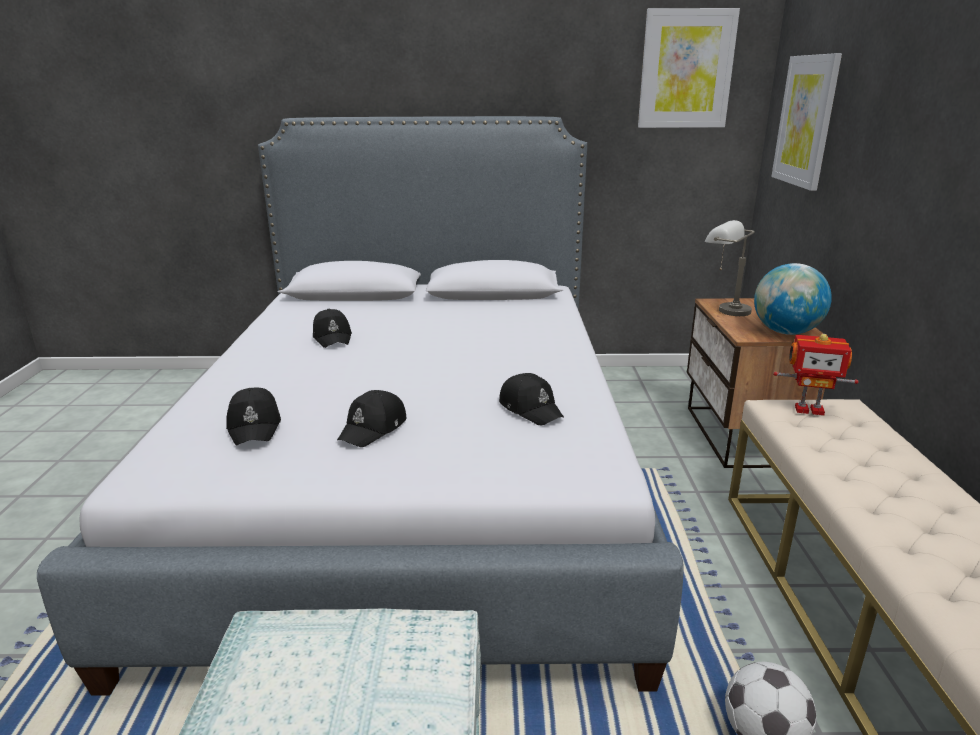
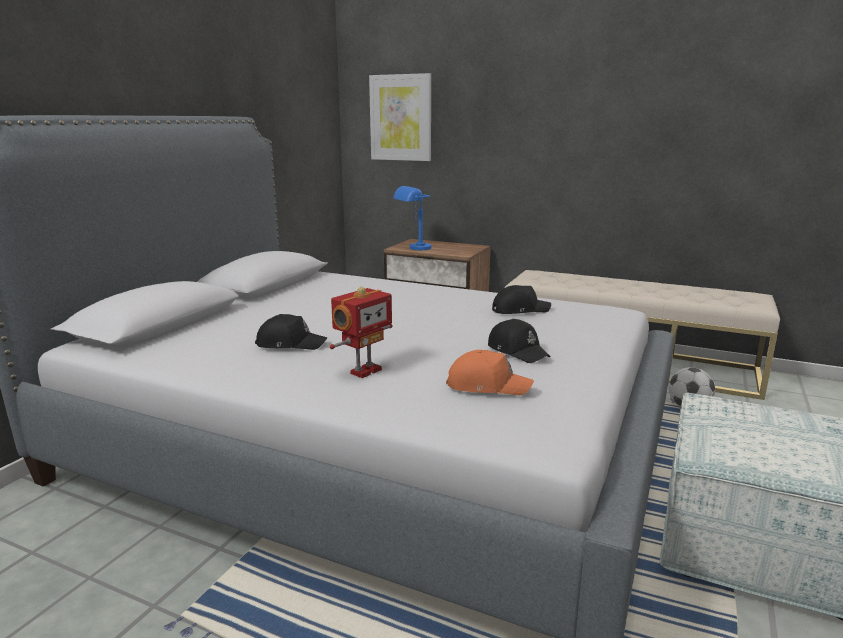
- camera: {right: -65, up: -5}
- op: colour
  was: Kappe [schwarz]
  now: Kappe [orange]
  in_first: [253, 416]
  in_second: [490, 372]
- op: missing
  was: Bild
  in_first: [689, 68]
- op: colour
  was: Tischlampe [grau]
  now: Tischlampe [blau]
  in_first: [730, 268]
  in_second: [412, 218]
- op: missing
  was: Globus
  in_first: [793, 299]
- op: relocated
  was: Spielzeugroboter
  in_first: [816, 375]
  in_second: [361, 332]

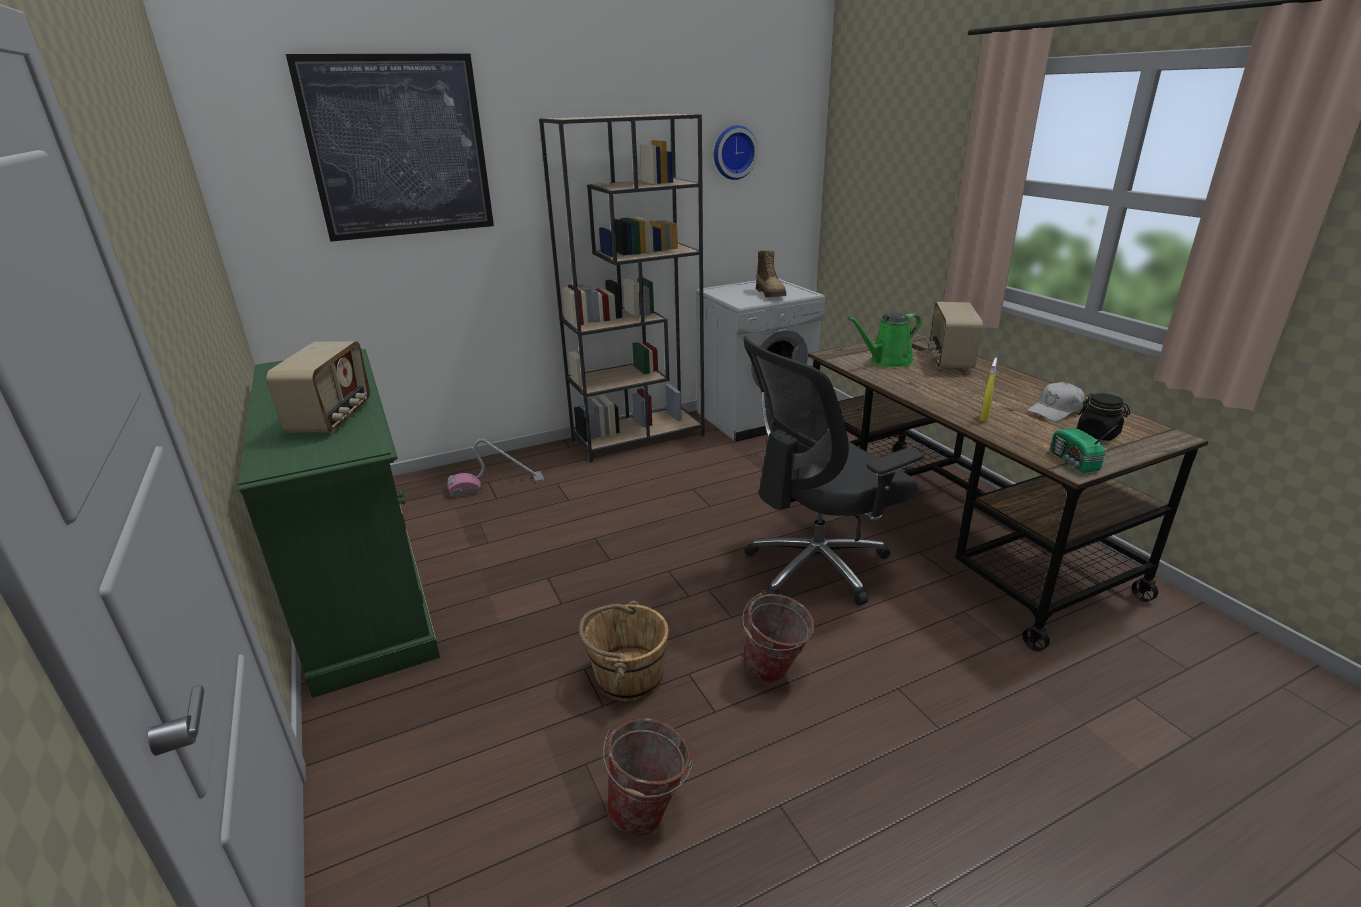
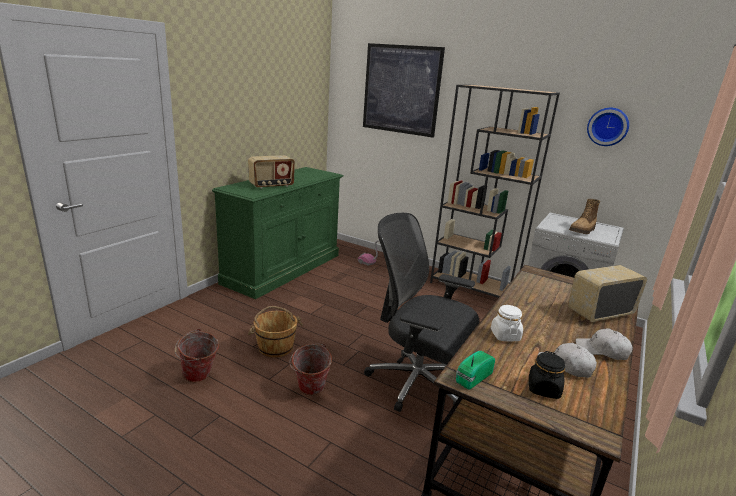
- camera: {right: 55, up: -5}
- op: missing
  was: Gießkanne [grün]
  in_first: [884, 340]
- op: exchanged
  was: Sprühflasche [gelb]
  now: Vorratsglas [weiß]
  in_first: [988, 390]
  in_second: [507, 323]
- op: appeared
  now: Kappe [weiß]
  in_second: [604, 344]

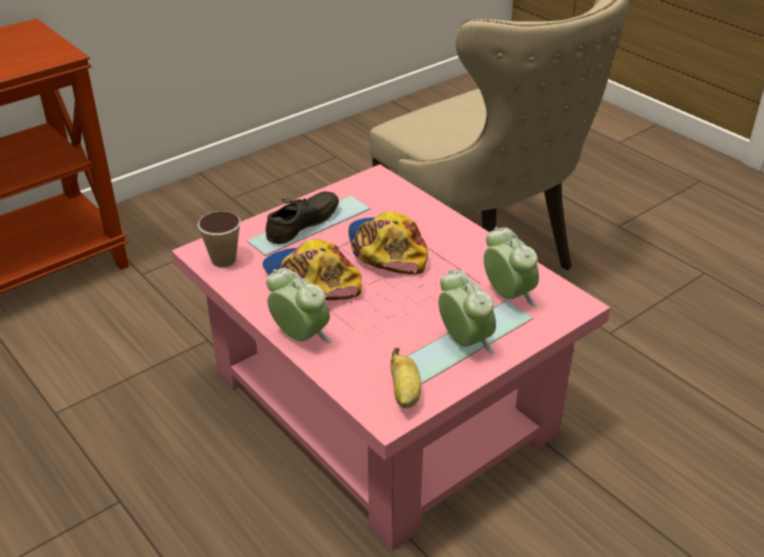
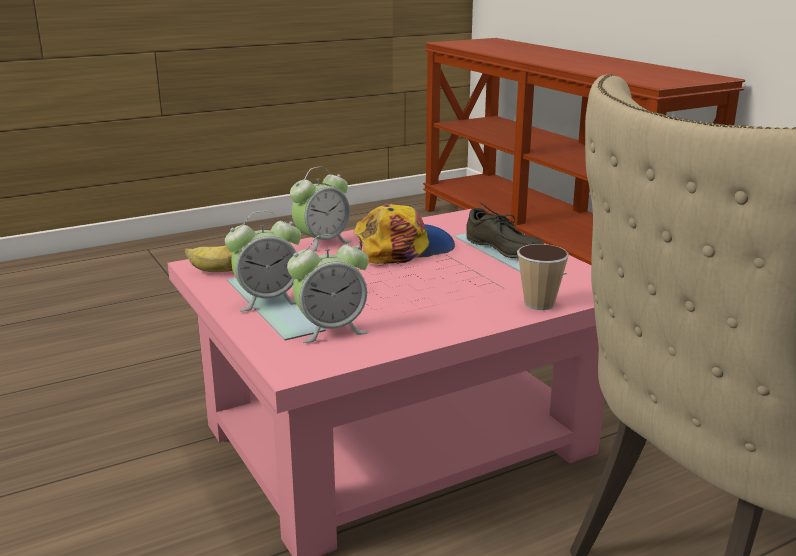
- camera: {right: 100, up: -15}
- op: relocated
  was: Tasse
  in_first: [219, 239]
  in_second: [543, 277]
- op: missing
  was: Kappe
  in_first: [388, 243]

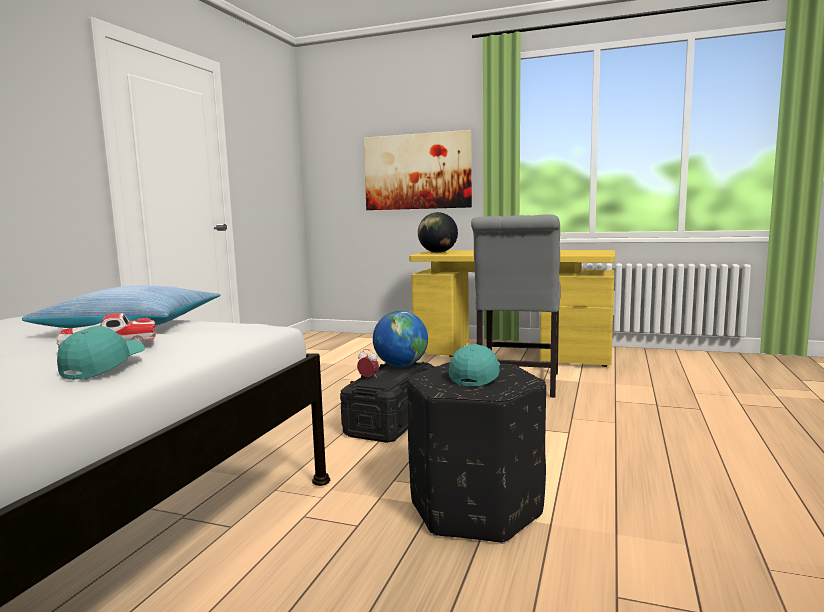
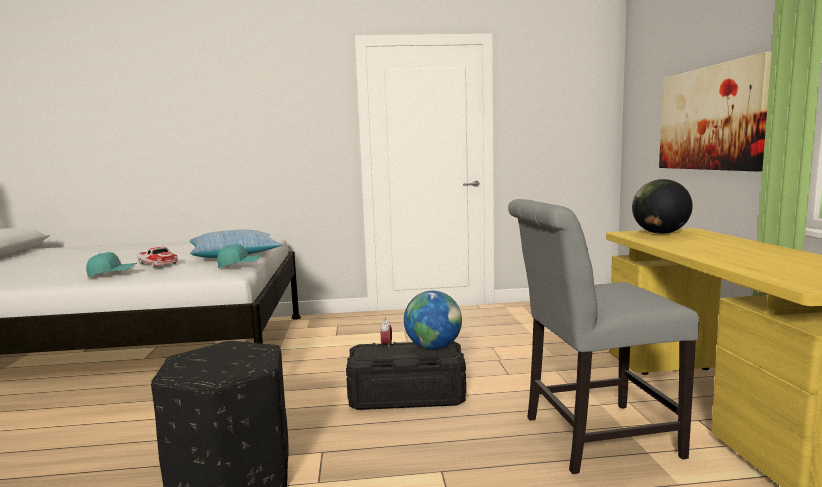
- camera: {right: 65, up: 0}
- op: relocated
  was: Kappe [türkis]
  in_first: [474, 365]
  in_second: [239, 256]

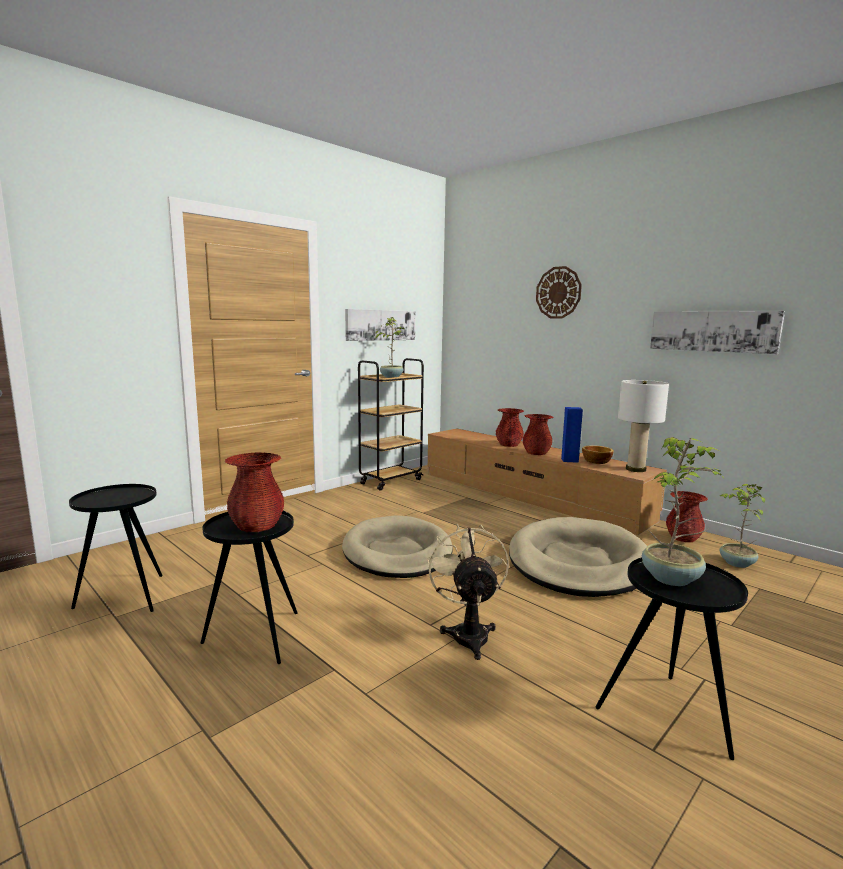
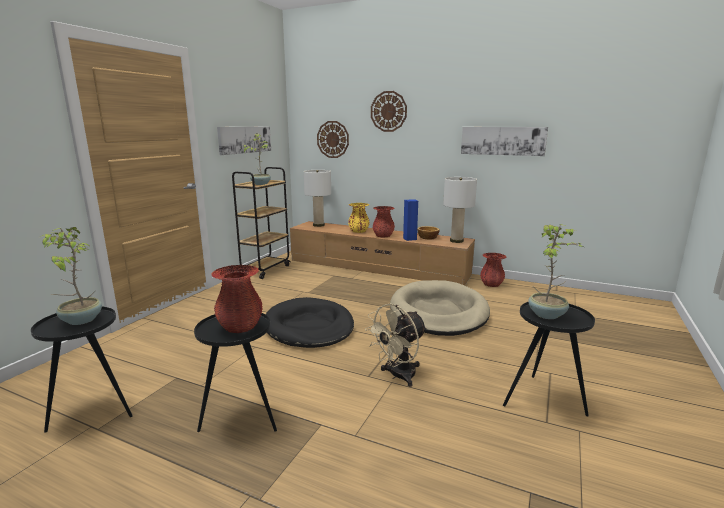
- camera: {right: -20, up: 5}
- op: colour
  was: Hundebett [beige]
  now: Hundebett [schwarz]
  in_first: [397, 546]
  in_second: [310, 322]
- op: spun
  was: Ventilator [beige]
  in_first: [468, 592]
  in_second: [396, 345]
  clockwise: -105
- op: colour
  was: Vase [rot]
  now: Vase [gelb]
  in_first: [510, 427]
  in_second: [359, 218]
- op: relocated
  was: Topfpflanze
  in_first: [742, 526]
  in_second: [71, 276]
- op: appeared
  now: Tischlampe [weiß]
  in_second: [317, 198]
- op: appeared
  now: Wanduhr
  in_second: [333, 139]

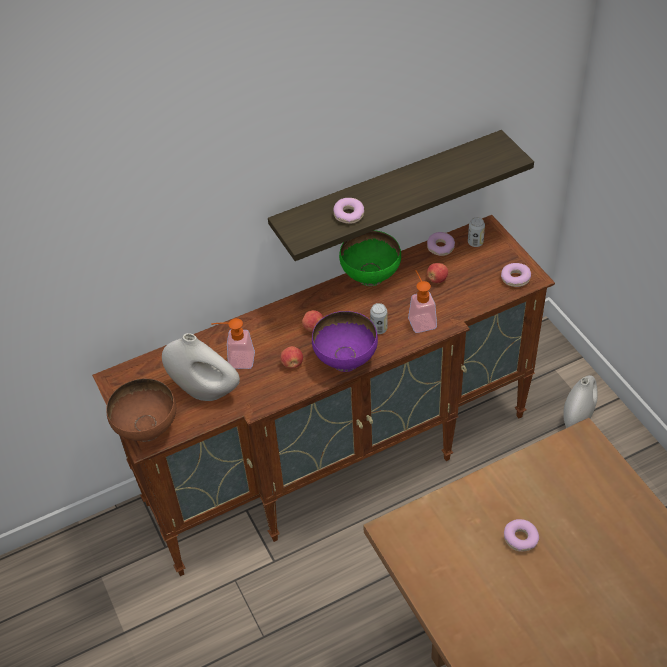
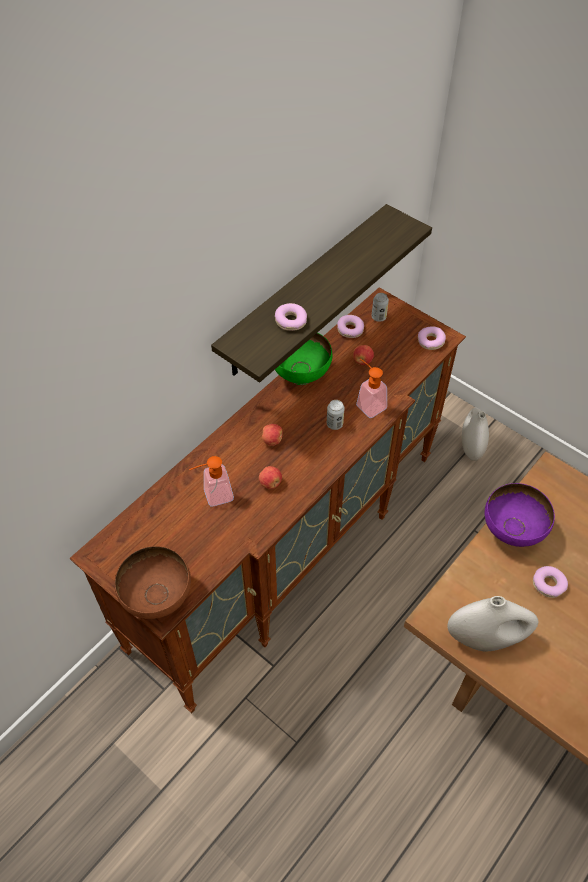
- camera: {right: -25, up: 5}
- op: relocated
  was: Vase [weiß]
  in_first: [201, 367]
  in_second: [493, 623]
- op: relocated
  was: Schüssel [lila]
  in_first: [345, 341]
  in_second: [520, 515]

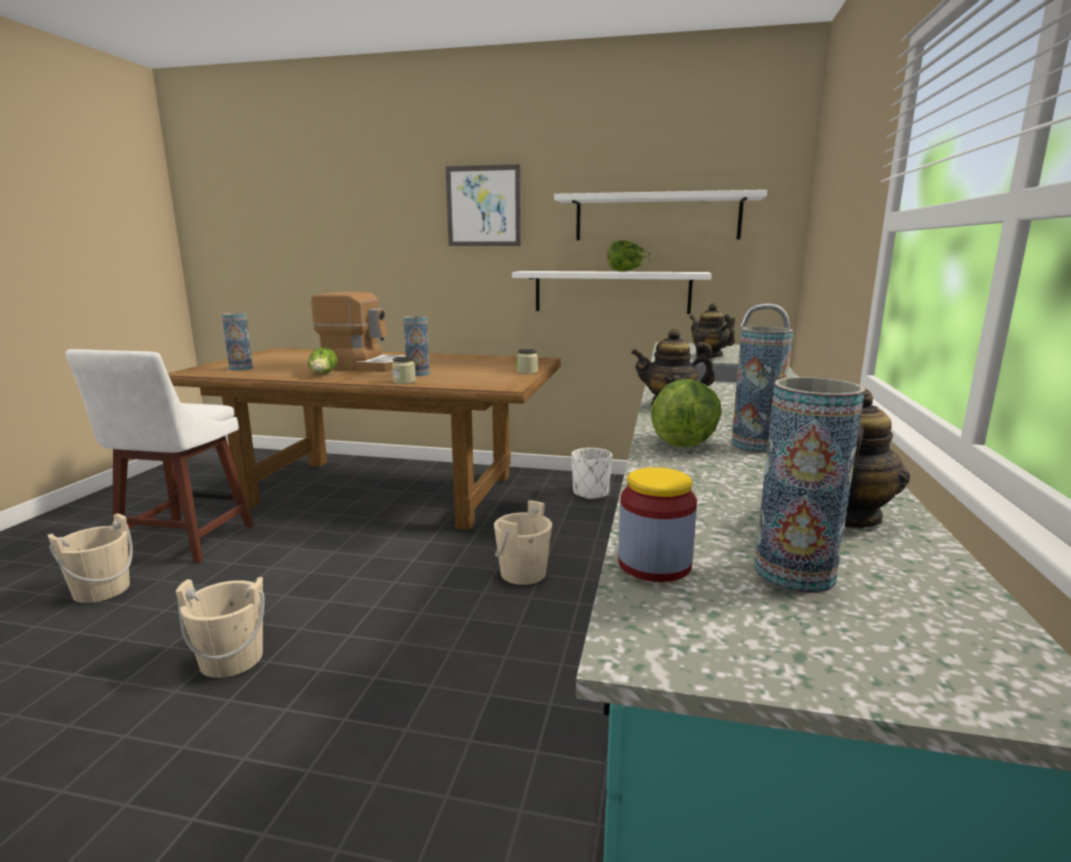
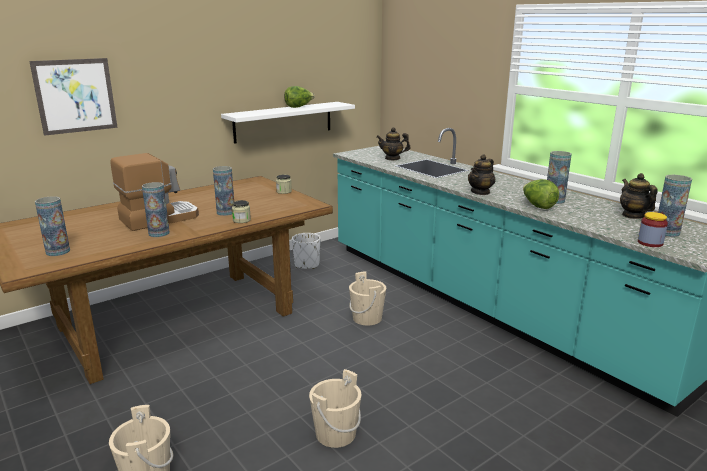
- camera: {right: -50, up: 5}
- op: missing
  was: Stuhl [weiß]
  in_first: [160, 456]
- op: exchanged
  was: Salatkopf
  now: Vase
  in_first: [322, 360]
  in_second: [156, 209]
- op: relocated
  was: Bild
  in_first: [483, 205]
  in_second: [73, 97]
- op: missing
  was: Wandregal [weiß]
  in_first: [660, 215]

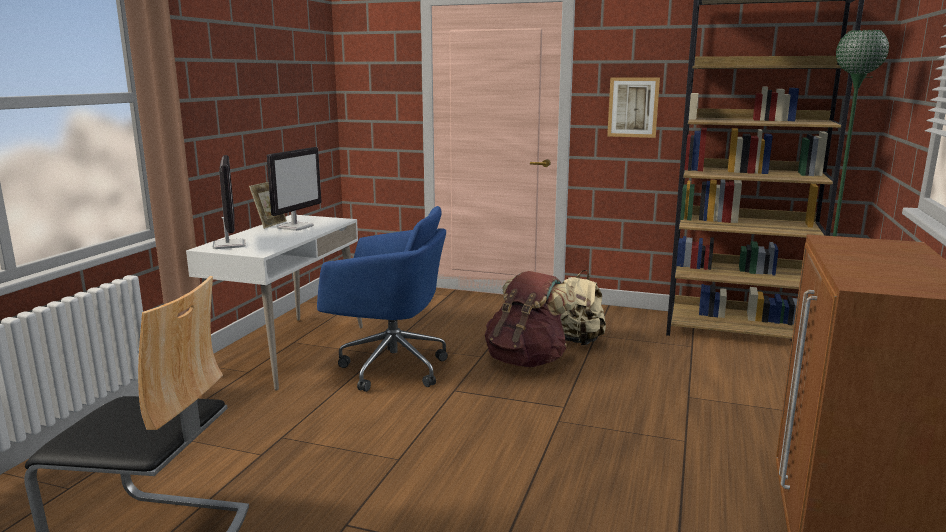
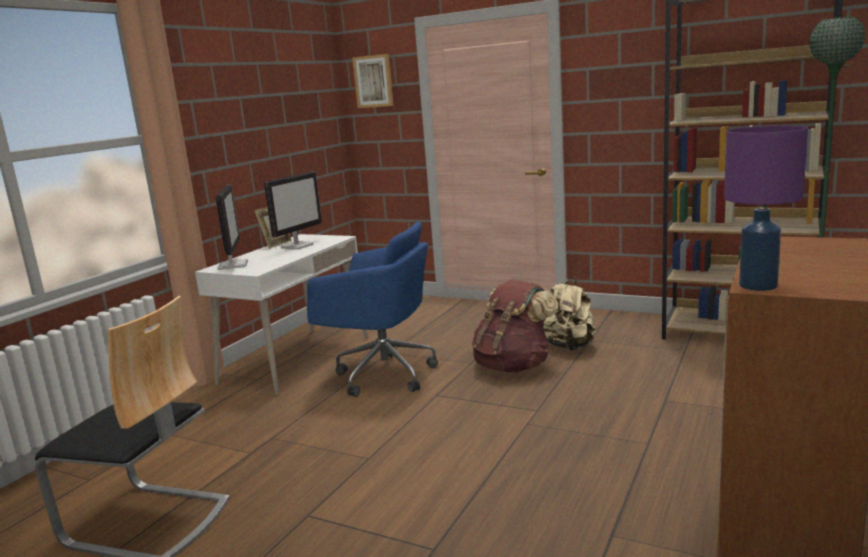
- camera: {right: 10, up: 0}
- op: relocated
  was: Bild
  in_first: [633, 107]
  in_second: [373, 81]
- op: appeared
  now: Tischlampe [lila]
  in_second: [766, 208]

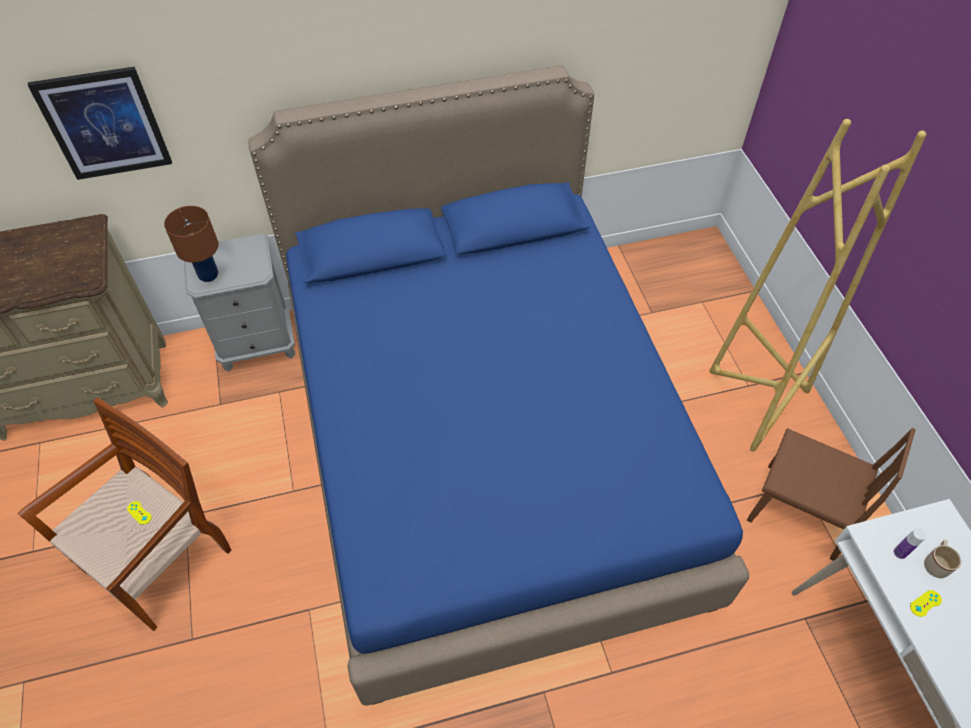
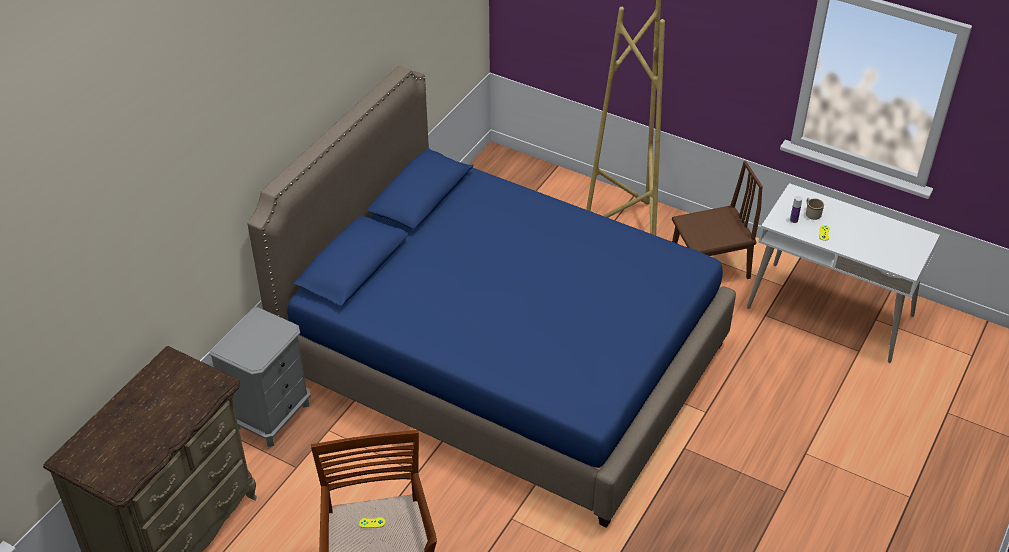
- camera: {right: -45, up: -10}
- op: missing
  was: Bild
  in_first: [100, 123]
- op: missing
  was: Tischlampe [braun]
  in_first: [191, 244]

